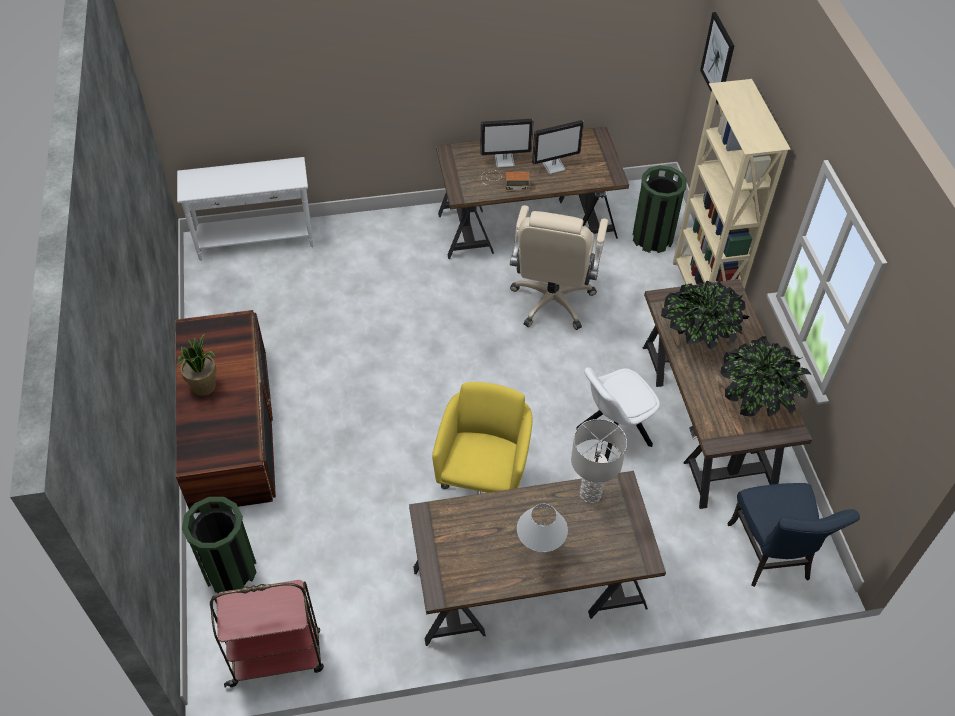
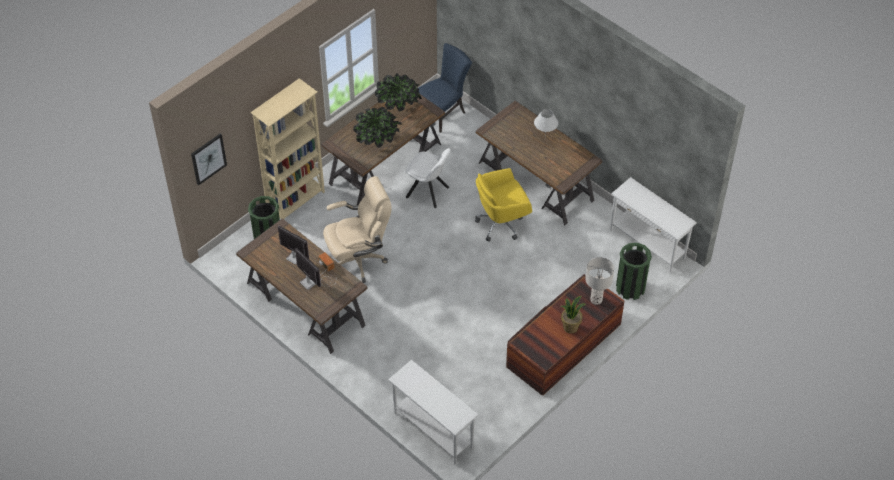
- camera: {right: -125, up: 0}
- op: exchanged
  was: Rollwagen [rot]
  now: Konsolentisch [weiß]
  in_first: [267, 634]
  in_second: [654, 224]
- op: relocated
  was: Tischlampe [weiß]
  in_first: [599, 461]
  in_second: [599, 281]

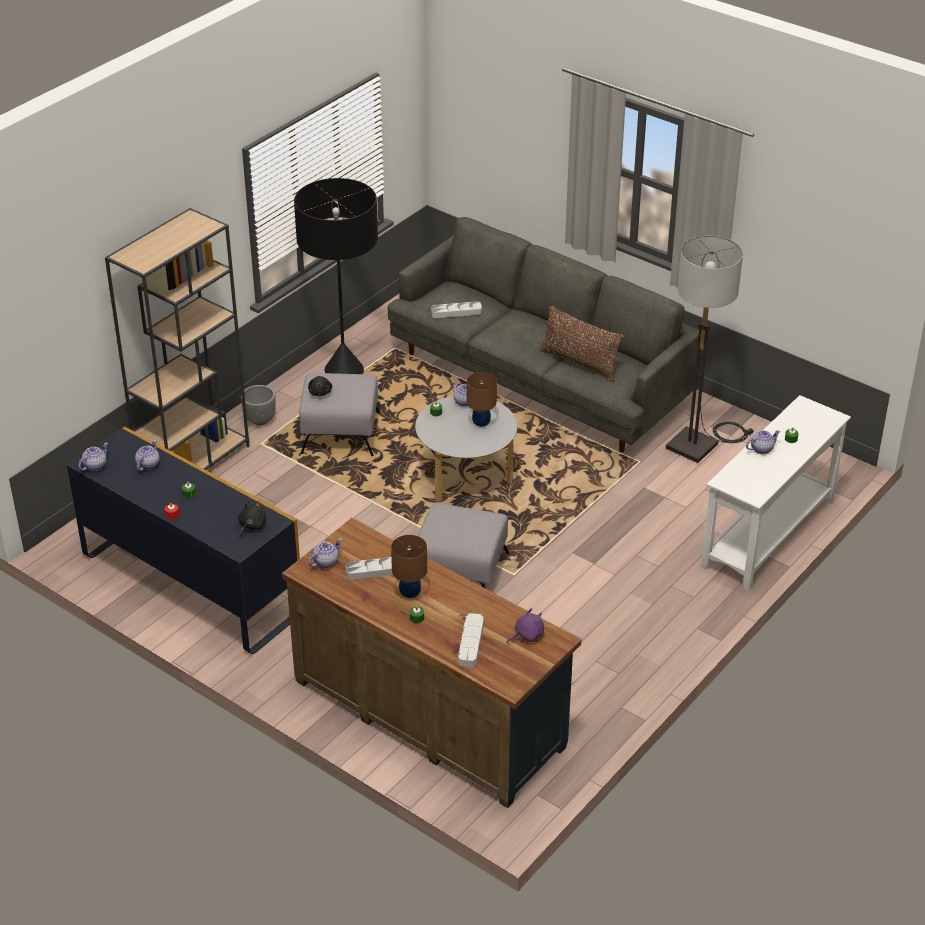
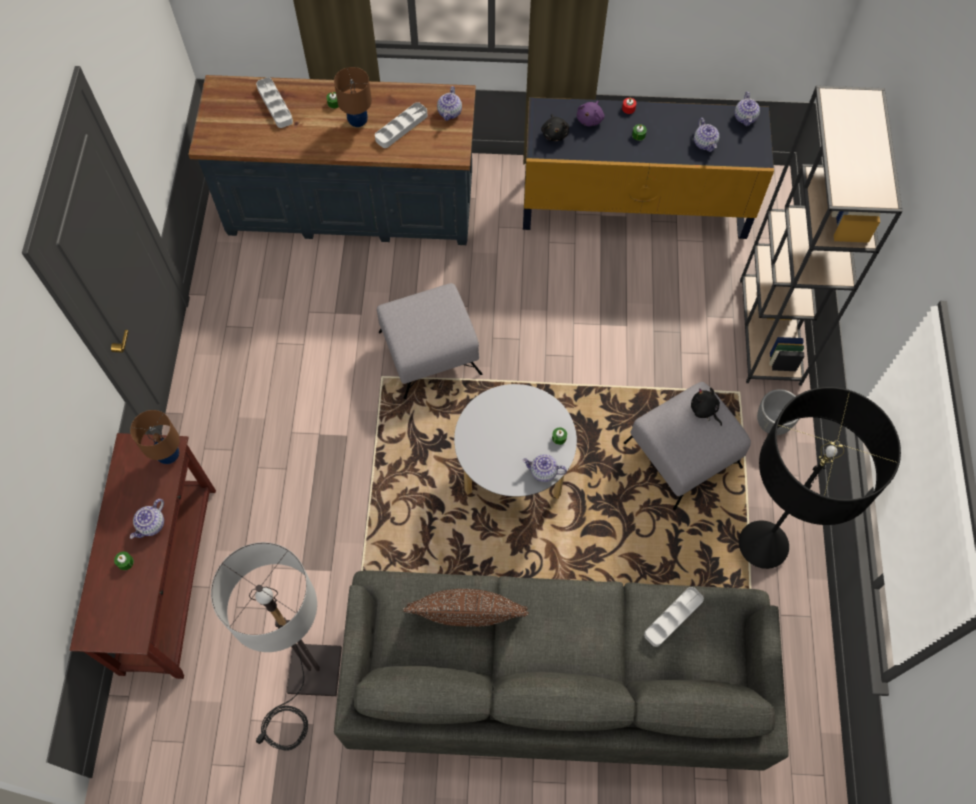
- camera: {right: 145, up: 25}
- op: relocated
  was: Tischlampe [braun]
  in_first: [482, 399]
  in_second: [155, 437]
- op: relocated
  was: Plüschtier [lila]
  in_first: [525, 625]
  in_second: [590, 113]
- op: colour
  was: Konsolentisch [weiß]
  now: Konsolentisch [braun]
  in_first: [776, 493]
  in_second: [143, 556]

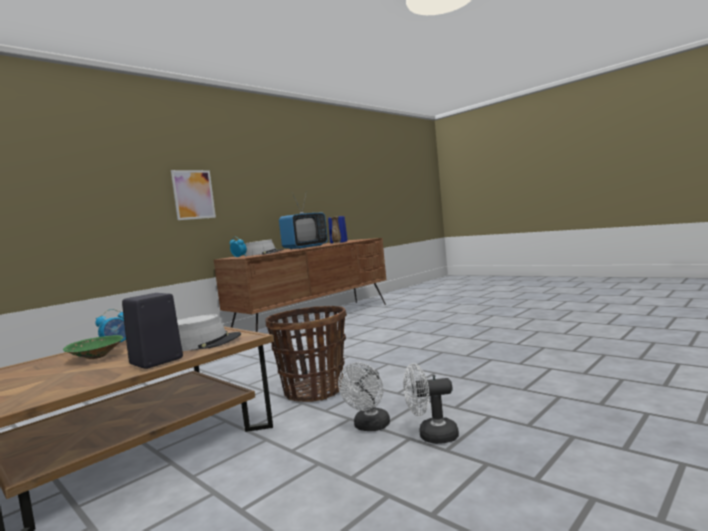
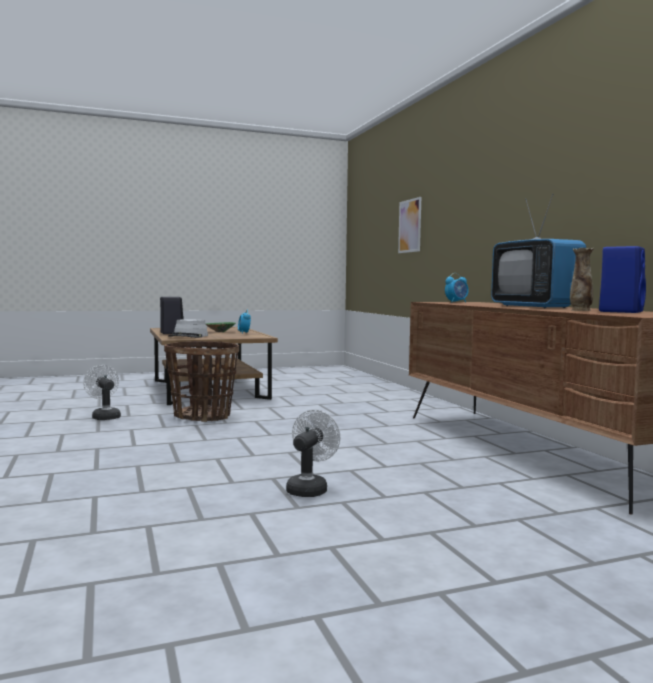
- camera: {right: 115, up: 0}
- op: relocated
  was: Bild
  in_first: [193, 195]
  in_second: [409, 225]
- op: missing
  was: Hut [grau]
  in_first: [264, 248]
- op: relocated
  was: Ventilator [weiß]
  in_first: [431, 403]
  in_second: [313, 453]

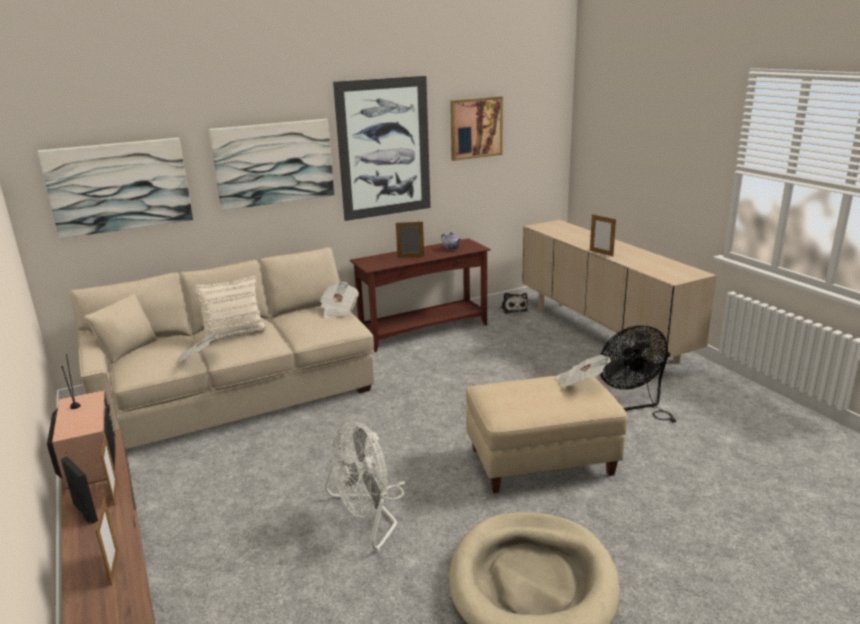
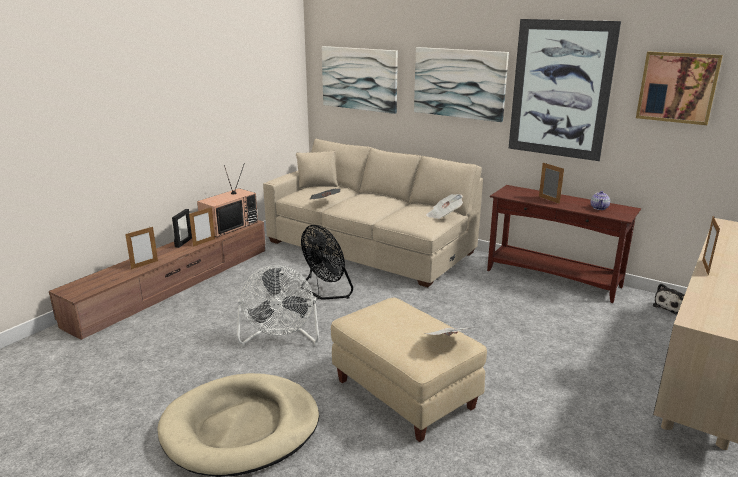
- camera: {right: 60, up: 0}
- op: missing
  was: Kissen [beige]
  in_first: [230, 309]
- op: spun
  was: Ventilator [weiß]
  in_first: [366, 487]
  in_second: [278, 306]
  clockwise: -120
- op: relocated
  was: Ventilator [schwarz]
  in_first: [638, 373]
  in_second: [327, 265]

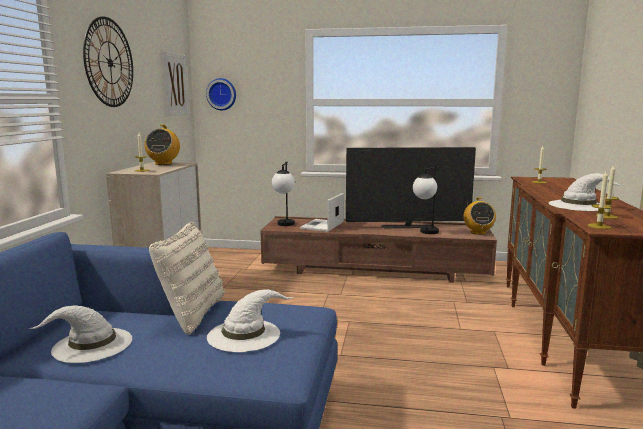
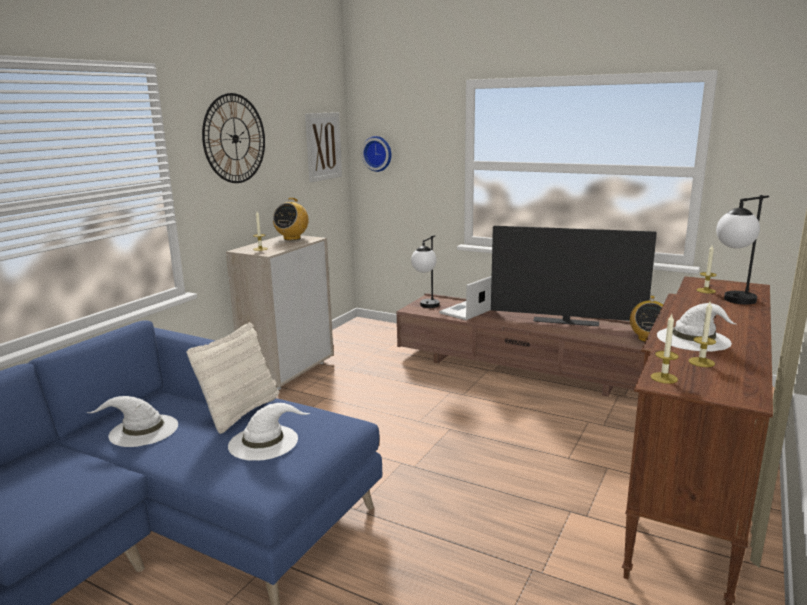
- camera: {right: 20, up: 5}
- op: relocated
  was: Tischlampe
  in_first: [426, 200]
  in_second: [742, 250]

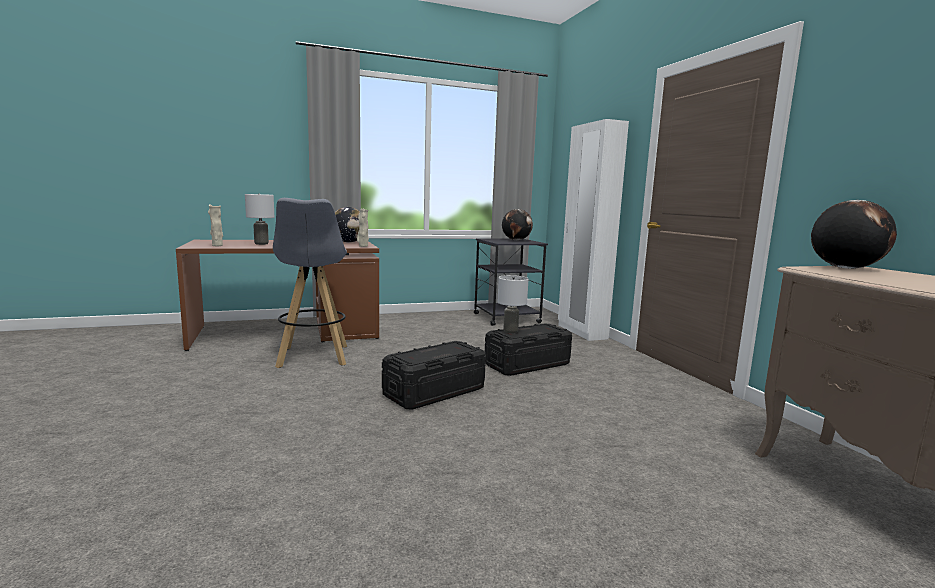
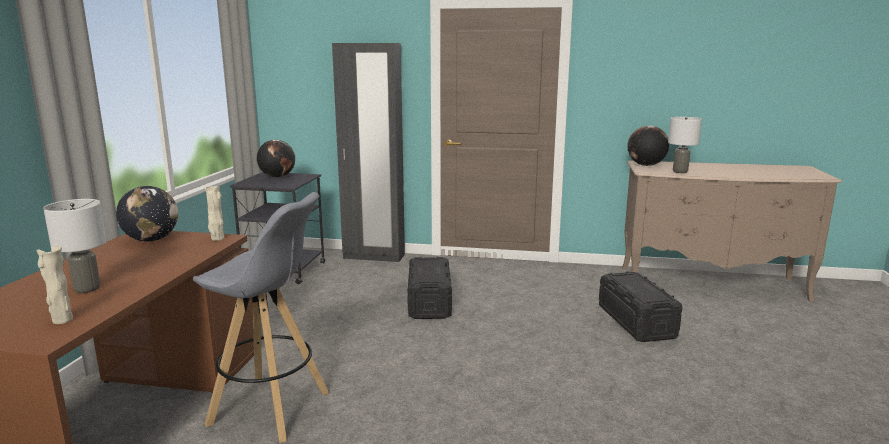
- camera: {right: -60, up: 5}
- op: relocated
  was: Aufbewahrungsbox [schwarz]
  in_first: [434, 375]
  in_second: [640, 306]
- op: relocated
  was: Tischlampe [weiß]
  in_first: [513, 304]
  in_second: [685, 145]
- op: colour
  was: Kleiderschrank [weiß]
  now: Kleiderschrank [schwarz]
  in_first: [593, 230]
  in_second: [368, 152]

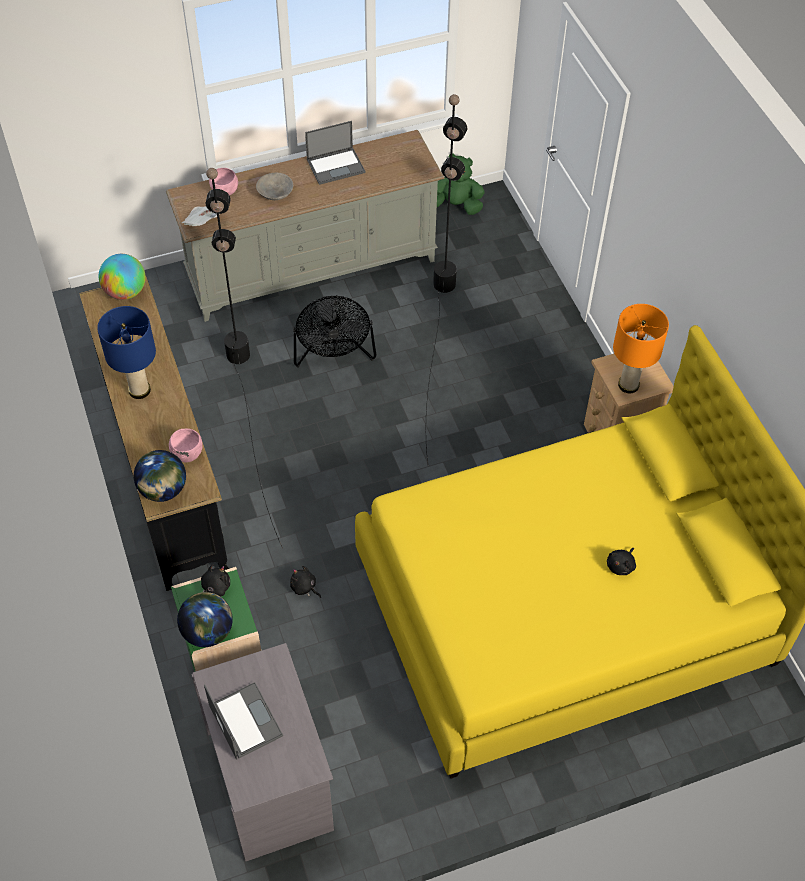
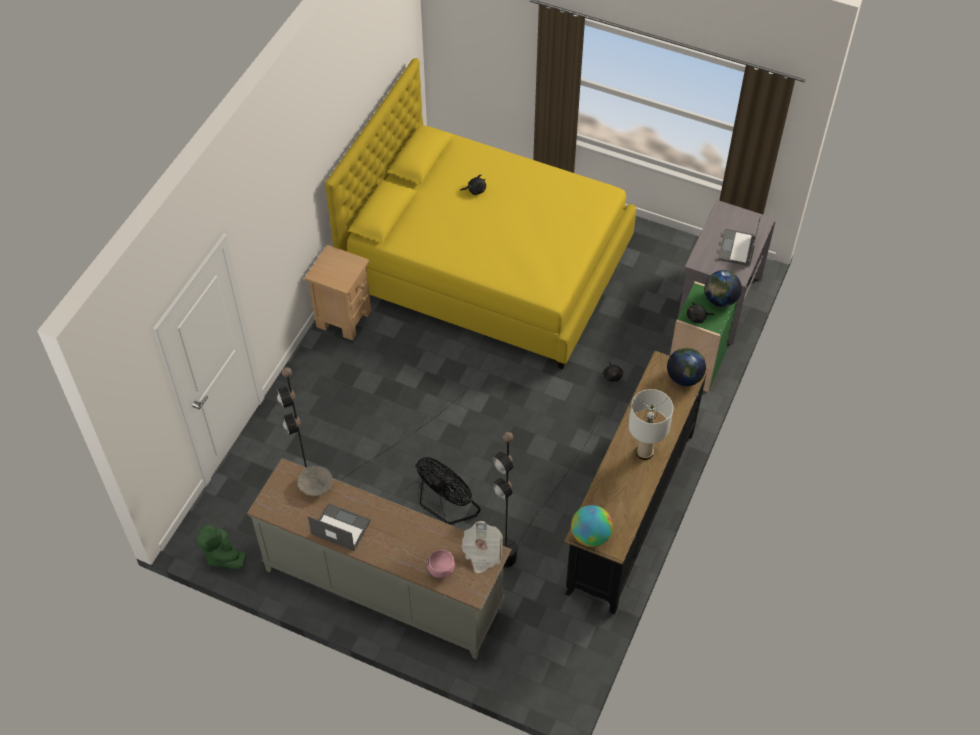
- camera: {right: -135, up: 0}
- op: colour
  was: Tischlampe [blau]
  now: Tischlampe [weiß]
  in_first: [126, 352]
  in_second: [650, 424]
- op: missing
  was: Schüssel [rosa]
  in_first: [186, 445]
- op: relocated
  was: Schüssel [grau]
  in_first: [274, 186]
  in_second: [315, 481]
- op: missing
  was: Tischlampe [orange]
  in_first: [641, 348]

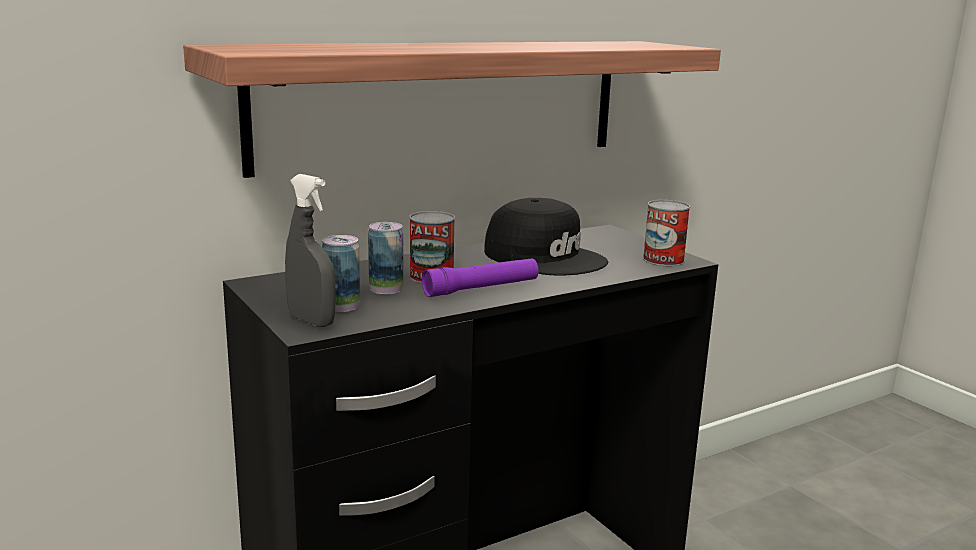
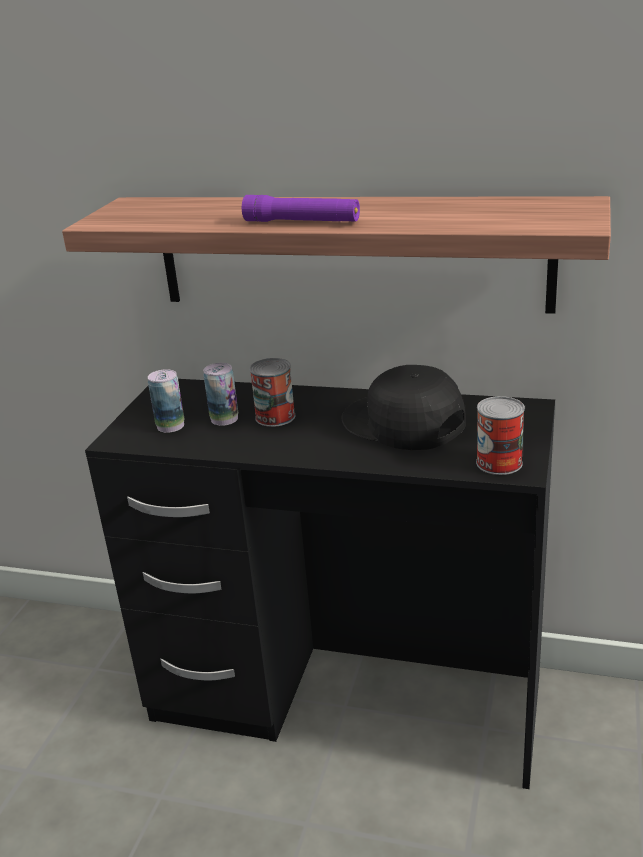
- camera: {right: 50, up: 10}
- op: missing
  was: Sprühflasche [grau]
  in_first: [310, 250]
- op: relocated
  was: Taschenlampe [lila]
  in_first: [480, 277]
  in_second: [301, 208]
- op: spun
  was: Kappe [schwarz]
  in_first: [546, 237]
  in_second: [404, 407]
  clockwise: 135

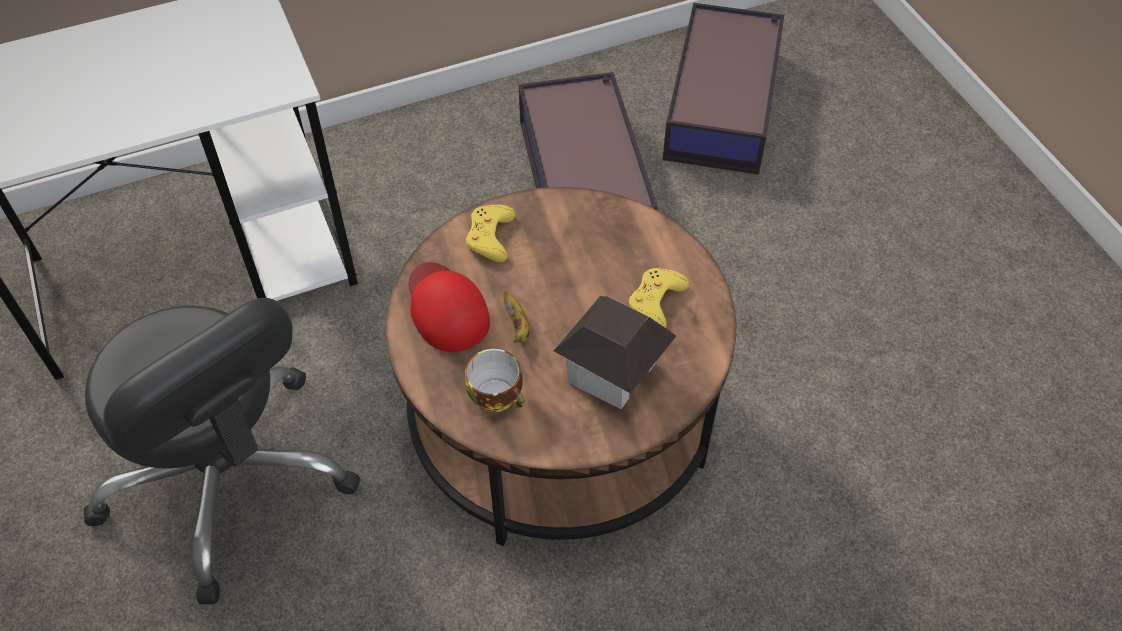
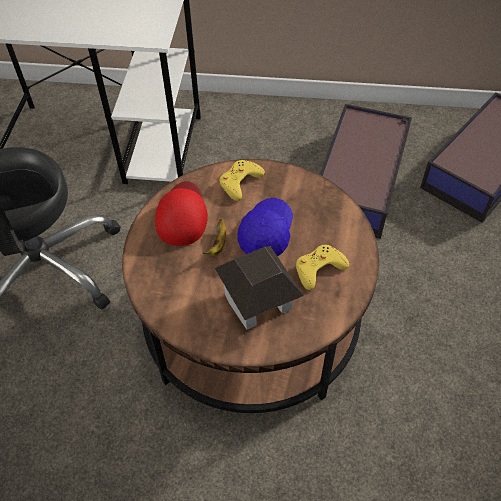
- camera: {right: 30, up: 0}
- op: missing
  was: Tasse
  in_first: [495, 380]
- op: appeared
  now: Kappe [blau]
  in_second: [265, 227]

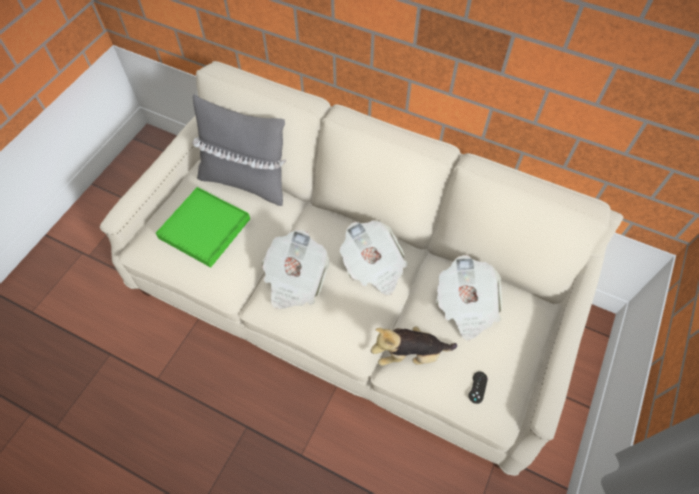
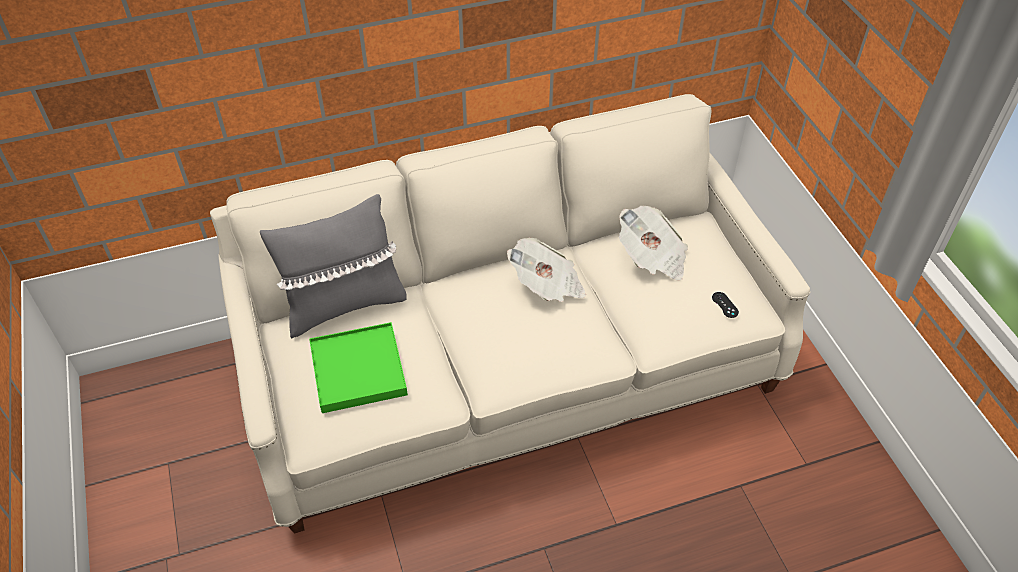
- camera: {right: -45, up: -10}
- op: missing
  was: Zeitung
  in_first: [296, 269]
- op: missing
  was: Plüschtier
  in_first: [414, 346]

